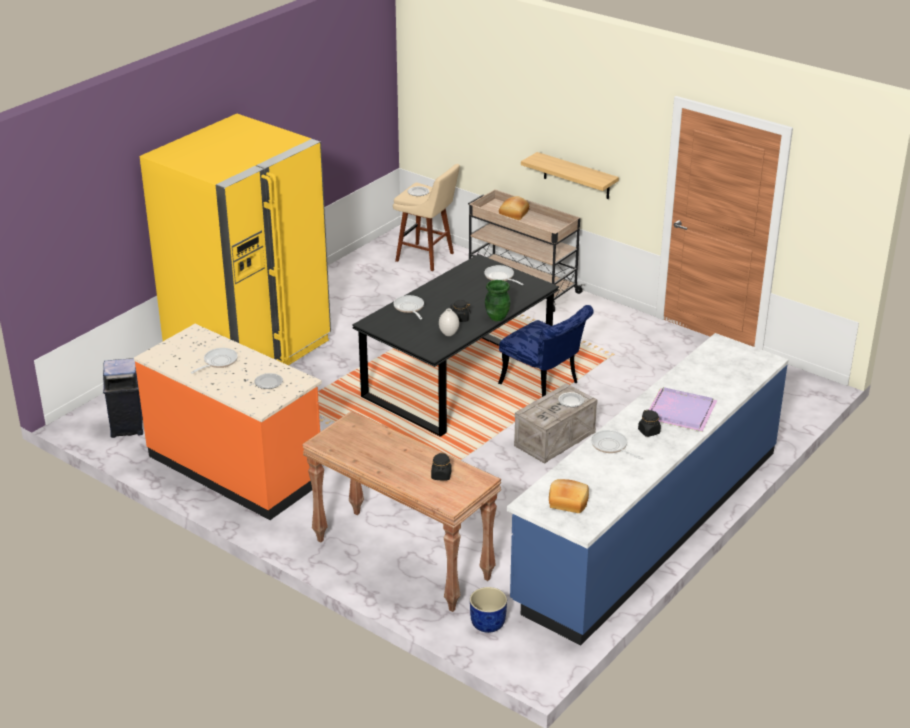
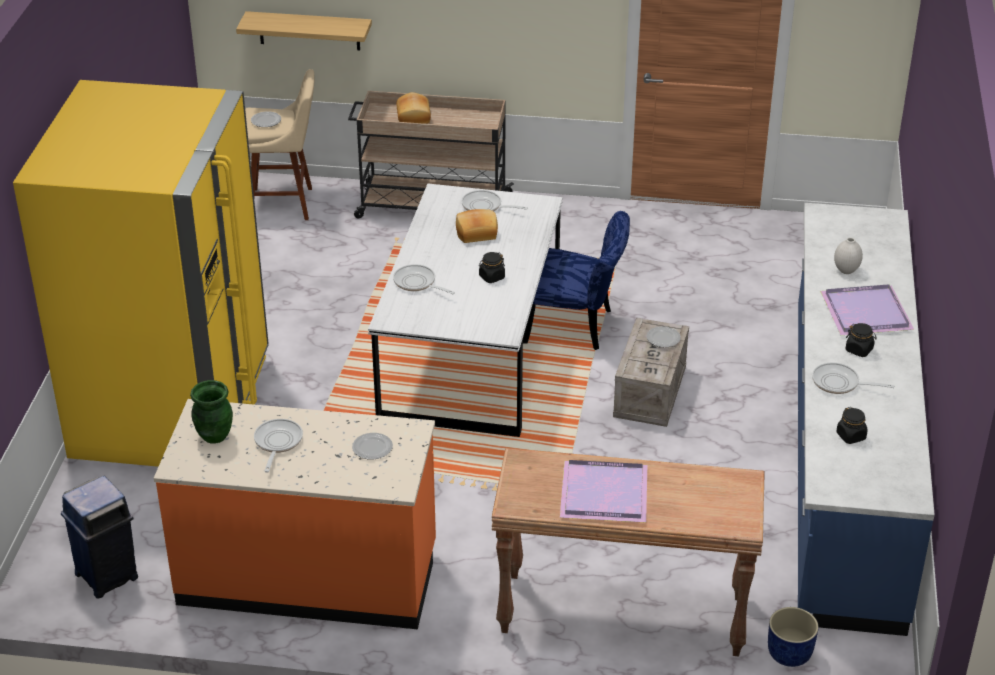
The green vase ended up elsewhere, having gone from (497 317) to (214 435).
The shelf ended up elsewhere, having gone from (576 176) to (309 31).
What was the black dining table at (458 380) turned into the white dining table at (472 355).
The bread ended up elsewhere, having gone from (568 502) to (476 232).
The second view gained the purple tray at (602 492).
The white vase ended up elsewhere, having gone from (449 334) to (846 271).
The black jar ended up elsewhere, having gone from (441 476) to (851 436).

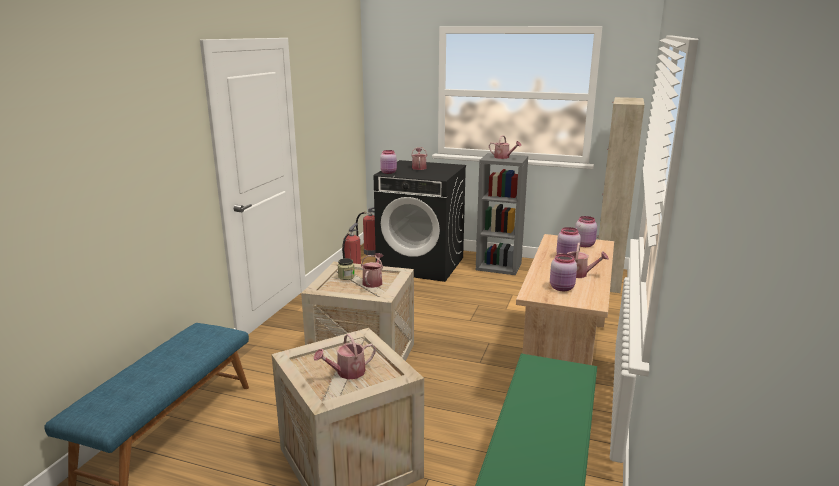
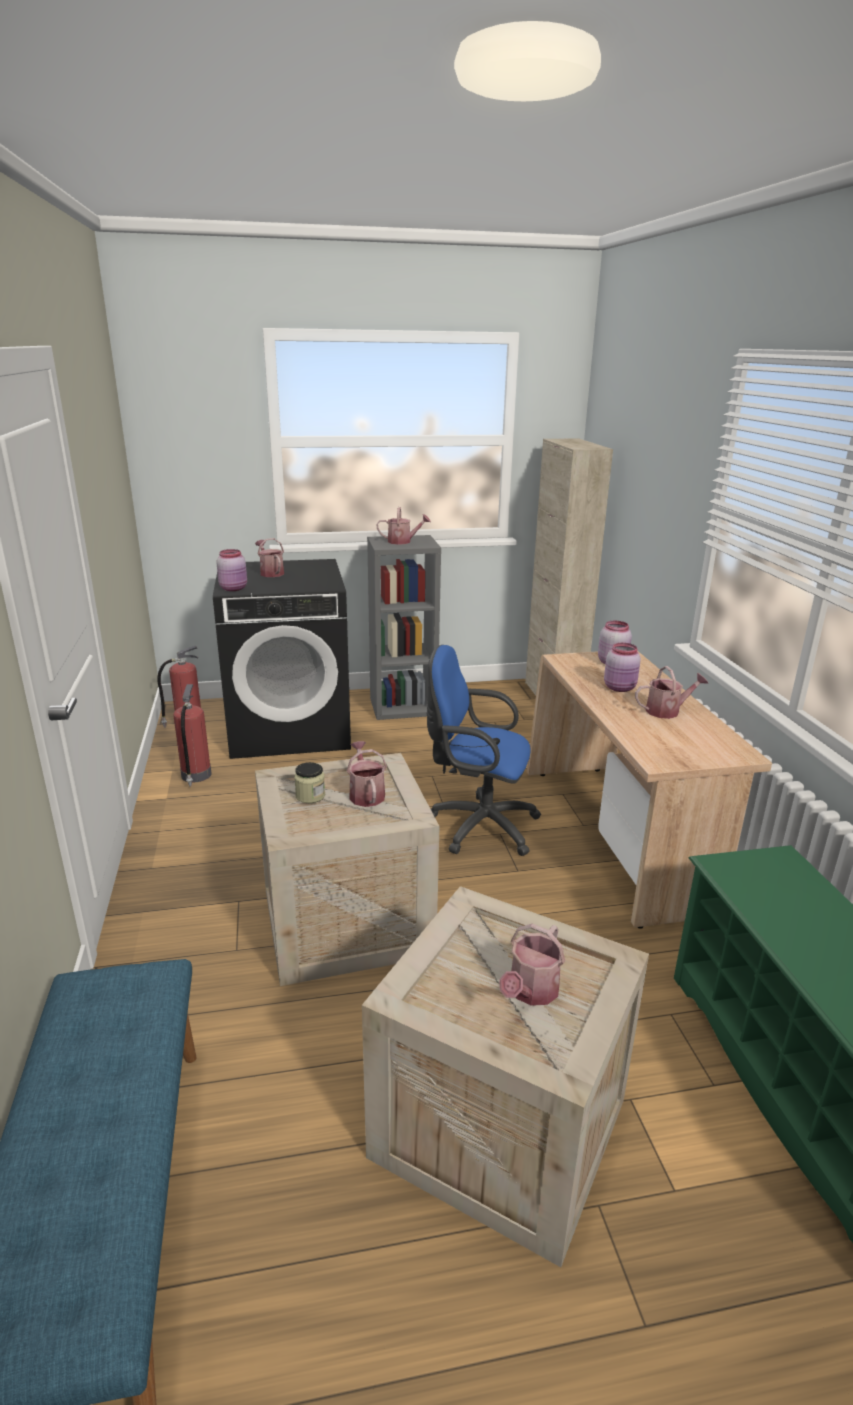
The second view gained the blue office chair at (477 825).
The second view lost the pink jar at (562 288).

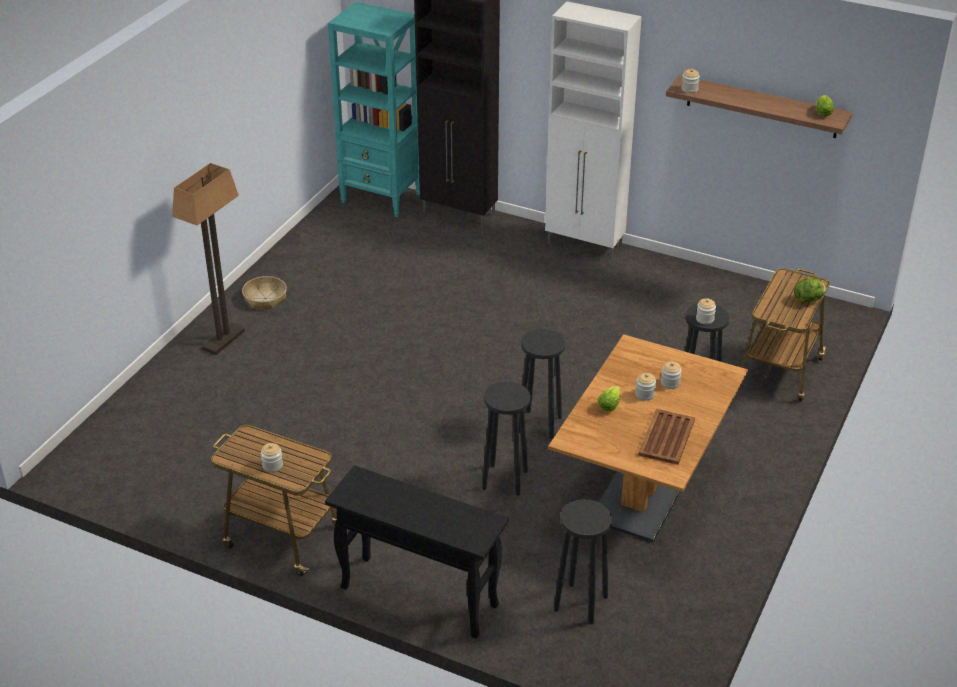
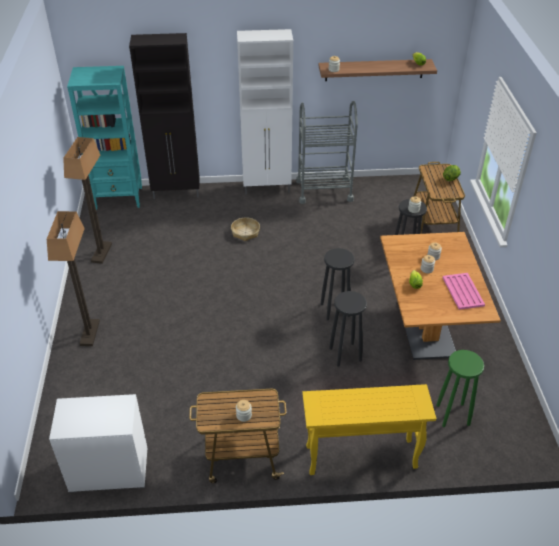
The second view gained the white dresser at (108 470).
The second view gained the floor lamp at (101 253).
The basket ended up elsewhere, having gone from (265 298) to (245 232).
The second view gained the grey cart at (324 190).
What was the black console table at (417 597) turned into the yellow console table at (360 457).
What was the black stool at (580 603) turned into the green stool at (452 414).
What was the brown tray at (666 438) turned into the pink tray at (463 292).

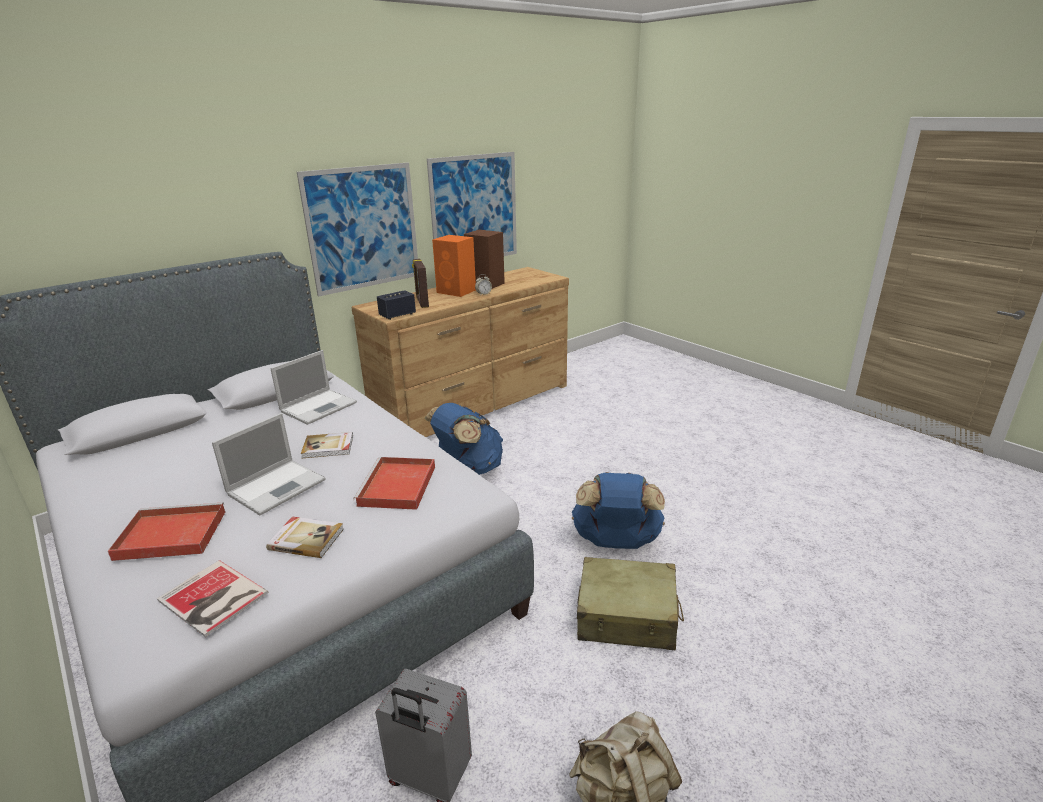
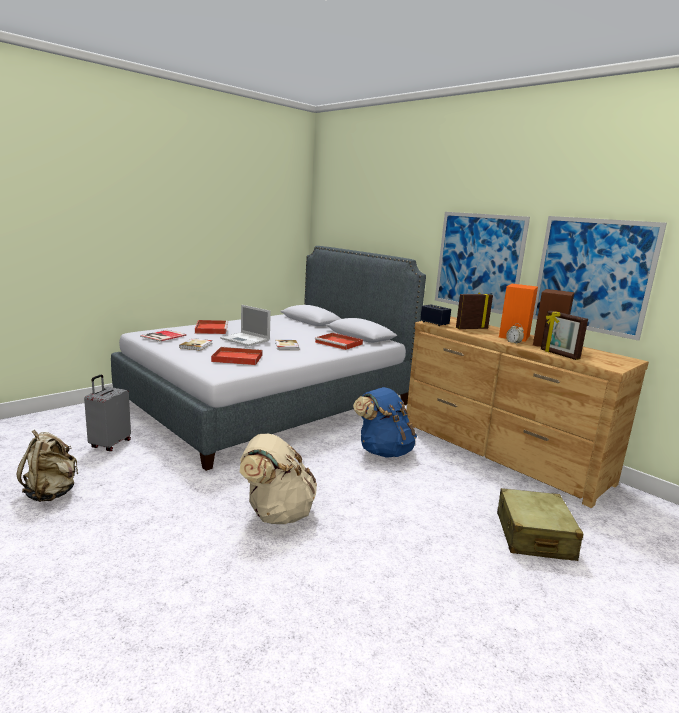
What was the blue backpack at (616 542) turned into the beige backpack at (277 513).
Where the laptop stood at (319 406), the red tray came to stand at (339 343).
The beige suitcase ended up elsewhere, having gone from (627 616) to (534 536).
The second view gained the picture frame at (559 354).

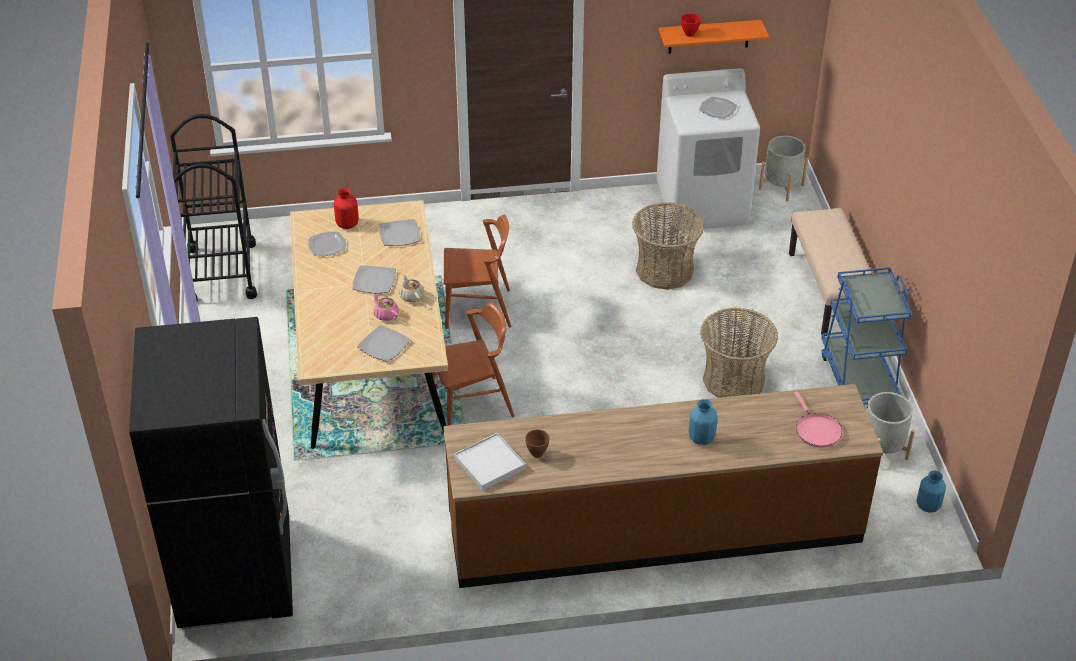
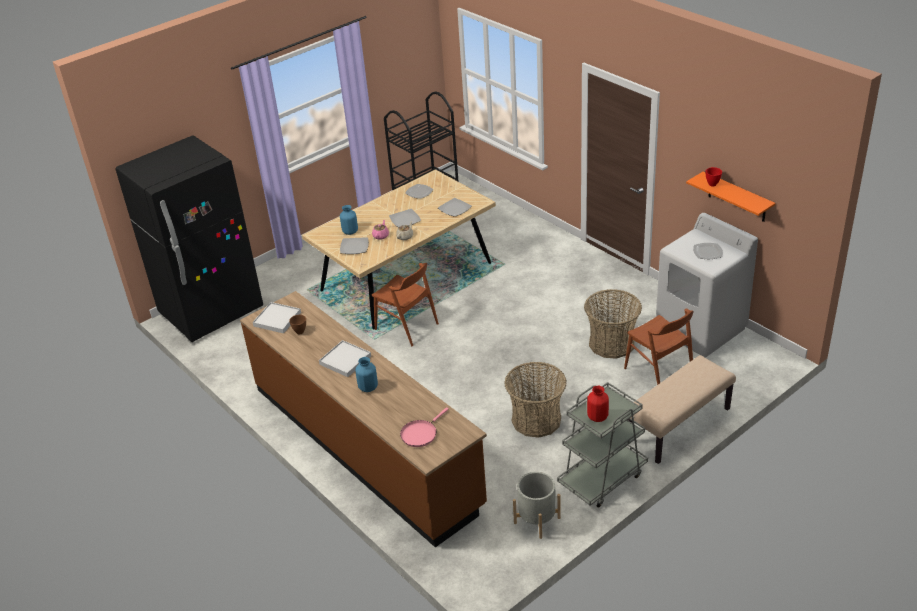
The second view gained the white tray at (345 360).
The blue vase ended up elsewhere, having gone from (928 506) to (350 232).
What was the blue cart at (858 377) turned into the grey cart at (602 478).
The red vase ended up elsewhere, having gone from (347 224) to (597 417).
The brown chair ended up elsewhere, having gone from (478 309) to (659 372).
The second view lost the grey planter at (781 187).

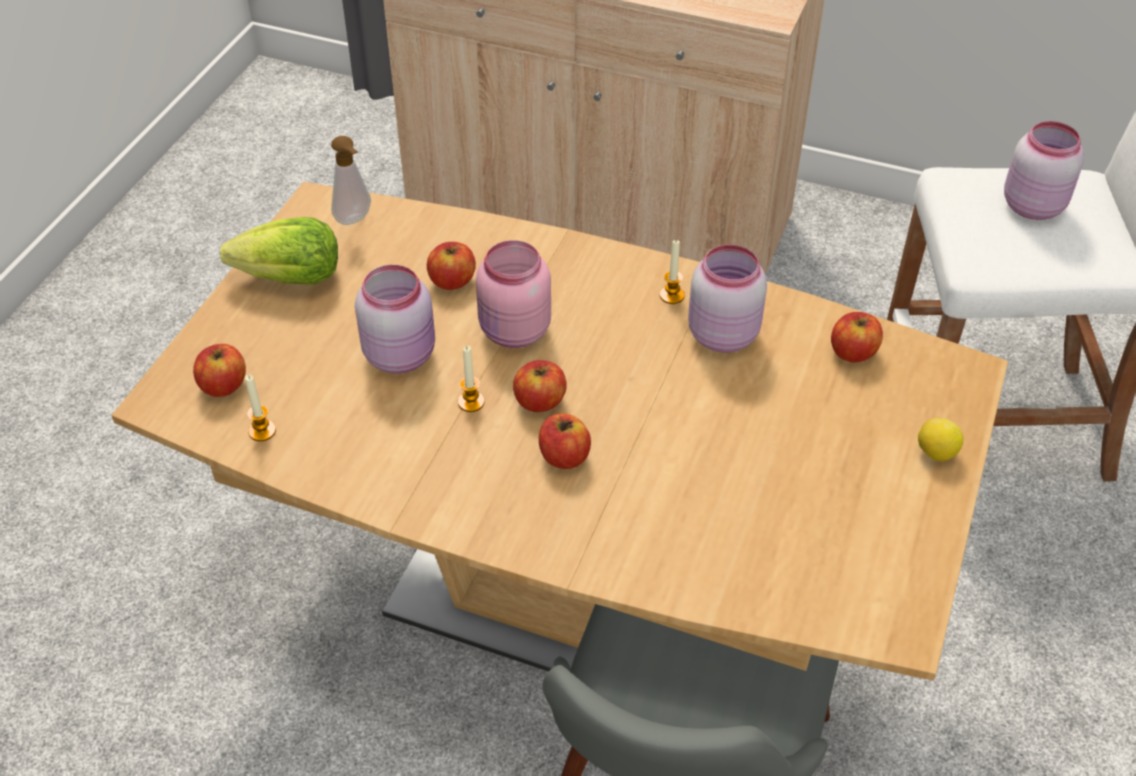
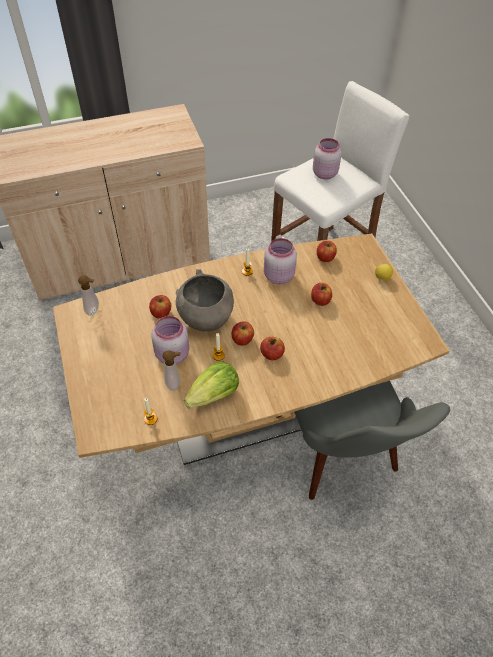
The second view gained the soap dispenser at (175 384).
Where the pink jar stood at (514 332), the grey bowl came to stand at (205 319).
The lettuce ended up elsewhere, having gone from (291 278) to (214 395).
The apple ended up elsewhere, having gone from (223 385) to (320 300).

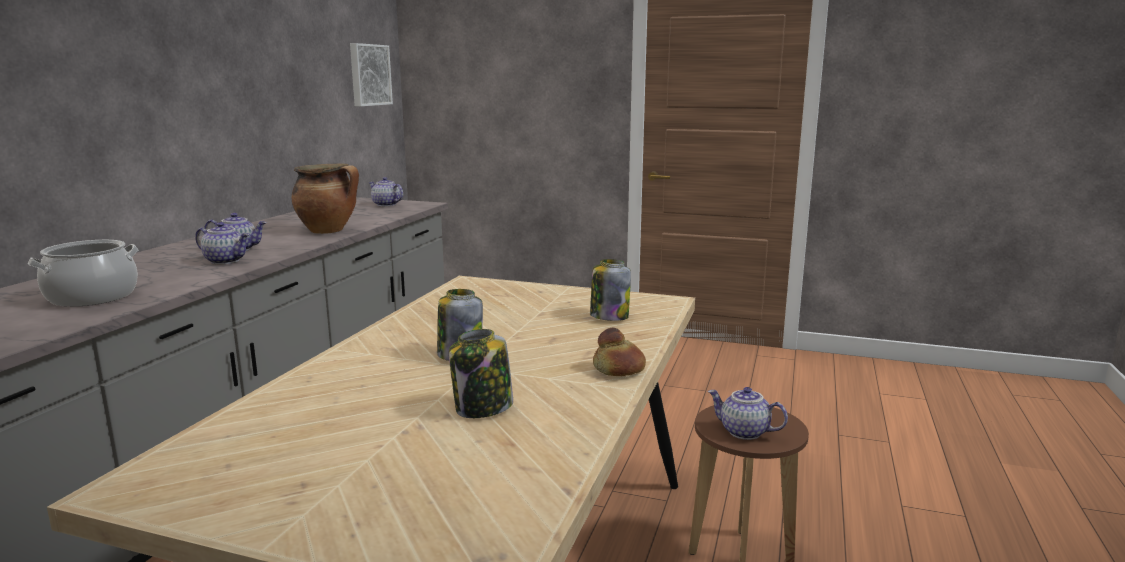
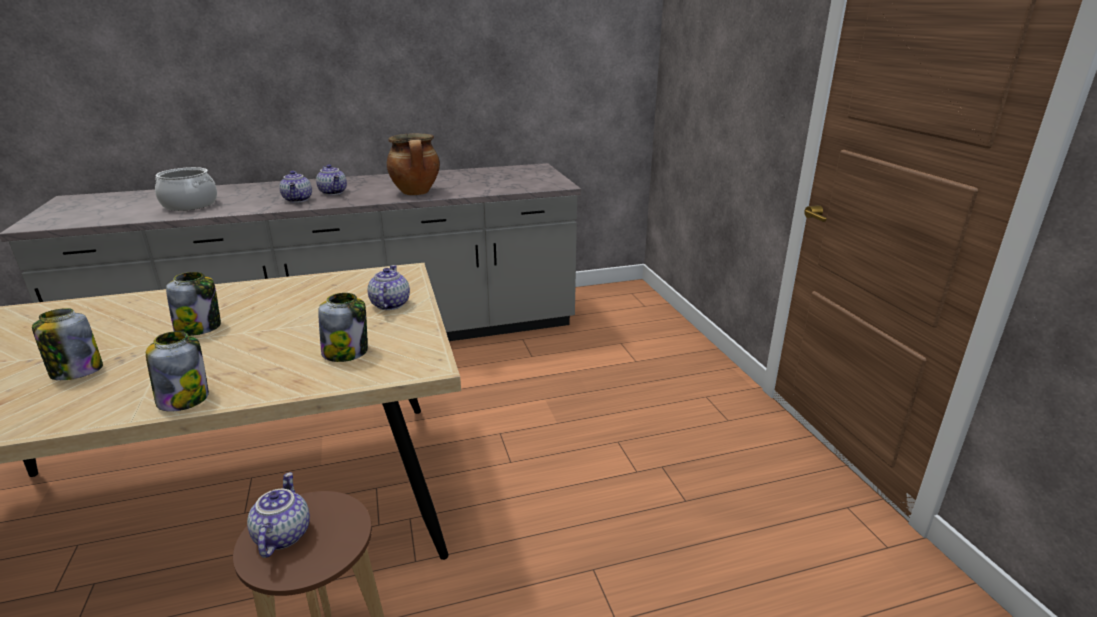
Where the bread stood at (618 369), the jar came to stand at (184 399).
The teapot ended up elsewhere, having gone from (386 204) to (389 304).
The second view lost the picture at (369 75).

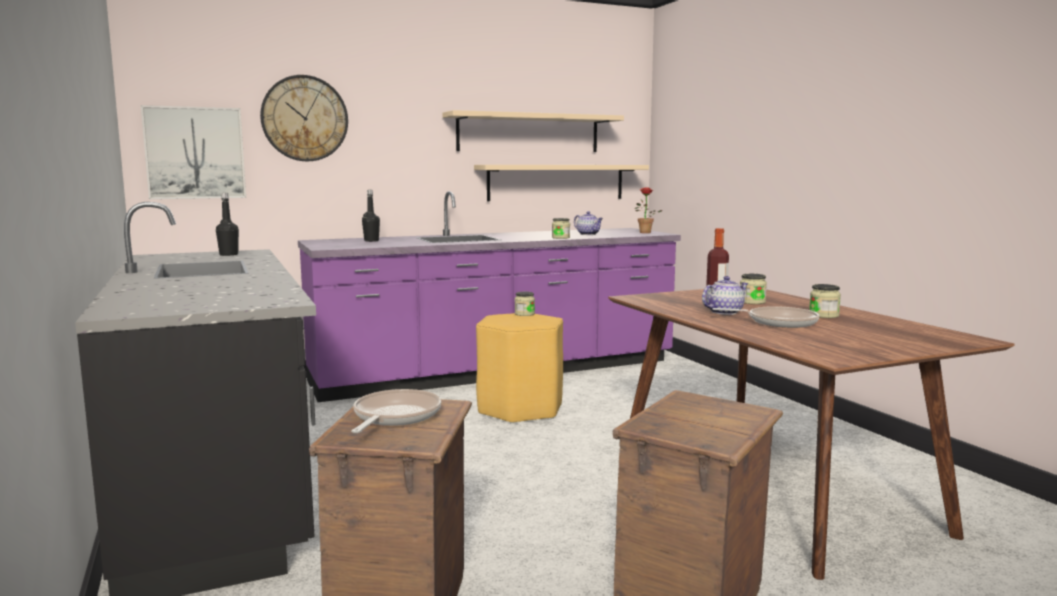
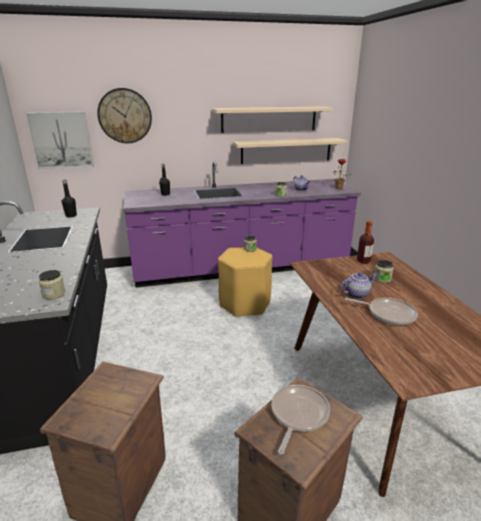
The jar ended up elsewhere, having gone from (823 315) to (54 294).
The frying pan ended up elsewhere, having gone from (394 417) to (298 415).

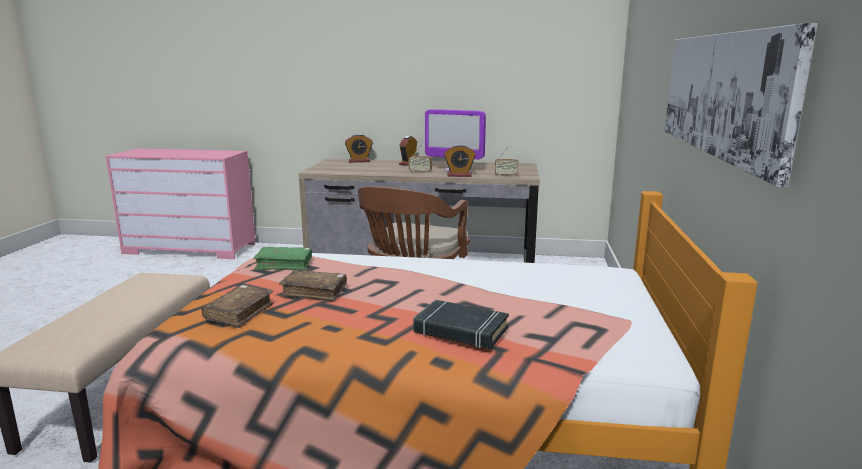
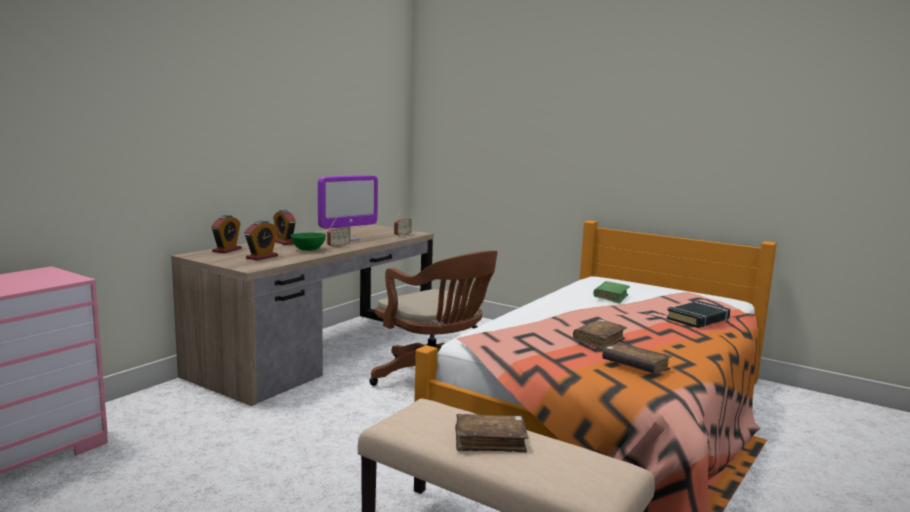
The alarm clock ended up elsewhere, having gone from (459 175) to (262 257).
The second view gained the green bowl at (309 250).
The second view gained the brown book at (490 441).
The green book ended up elsewhere, having gone from (284 265) to (611 297).
The second view lost the picture at (721 94).

